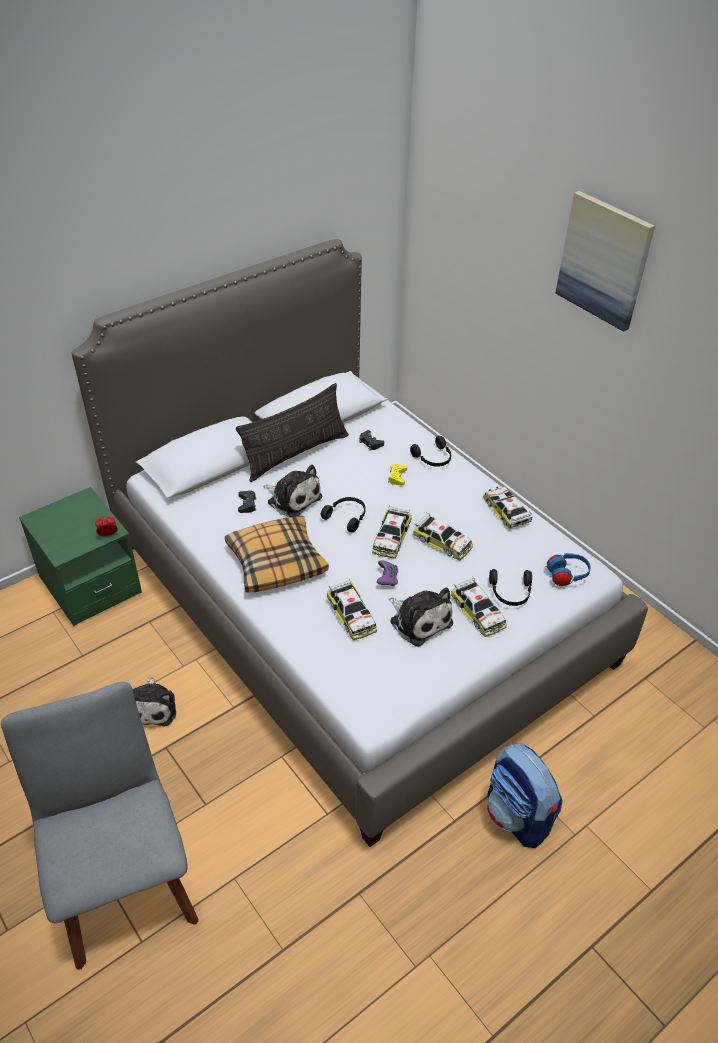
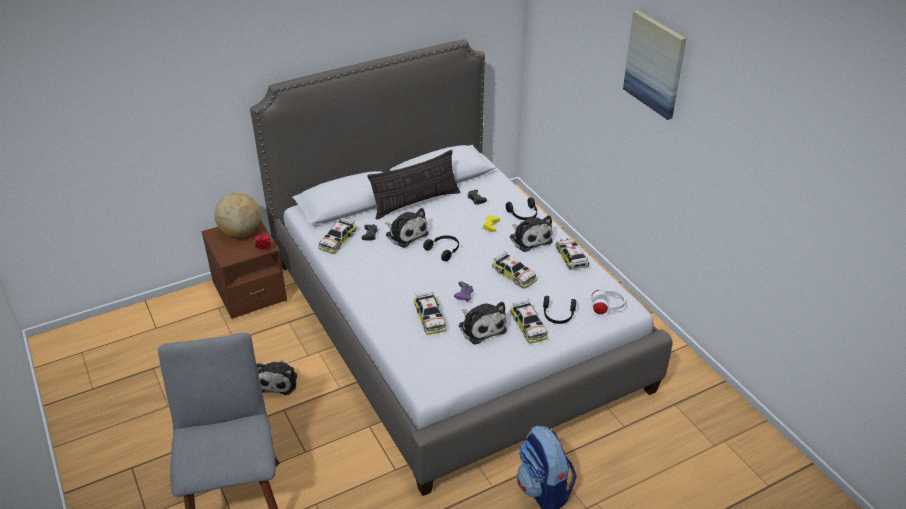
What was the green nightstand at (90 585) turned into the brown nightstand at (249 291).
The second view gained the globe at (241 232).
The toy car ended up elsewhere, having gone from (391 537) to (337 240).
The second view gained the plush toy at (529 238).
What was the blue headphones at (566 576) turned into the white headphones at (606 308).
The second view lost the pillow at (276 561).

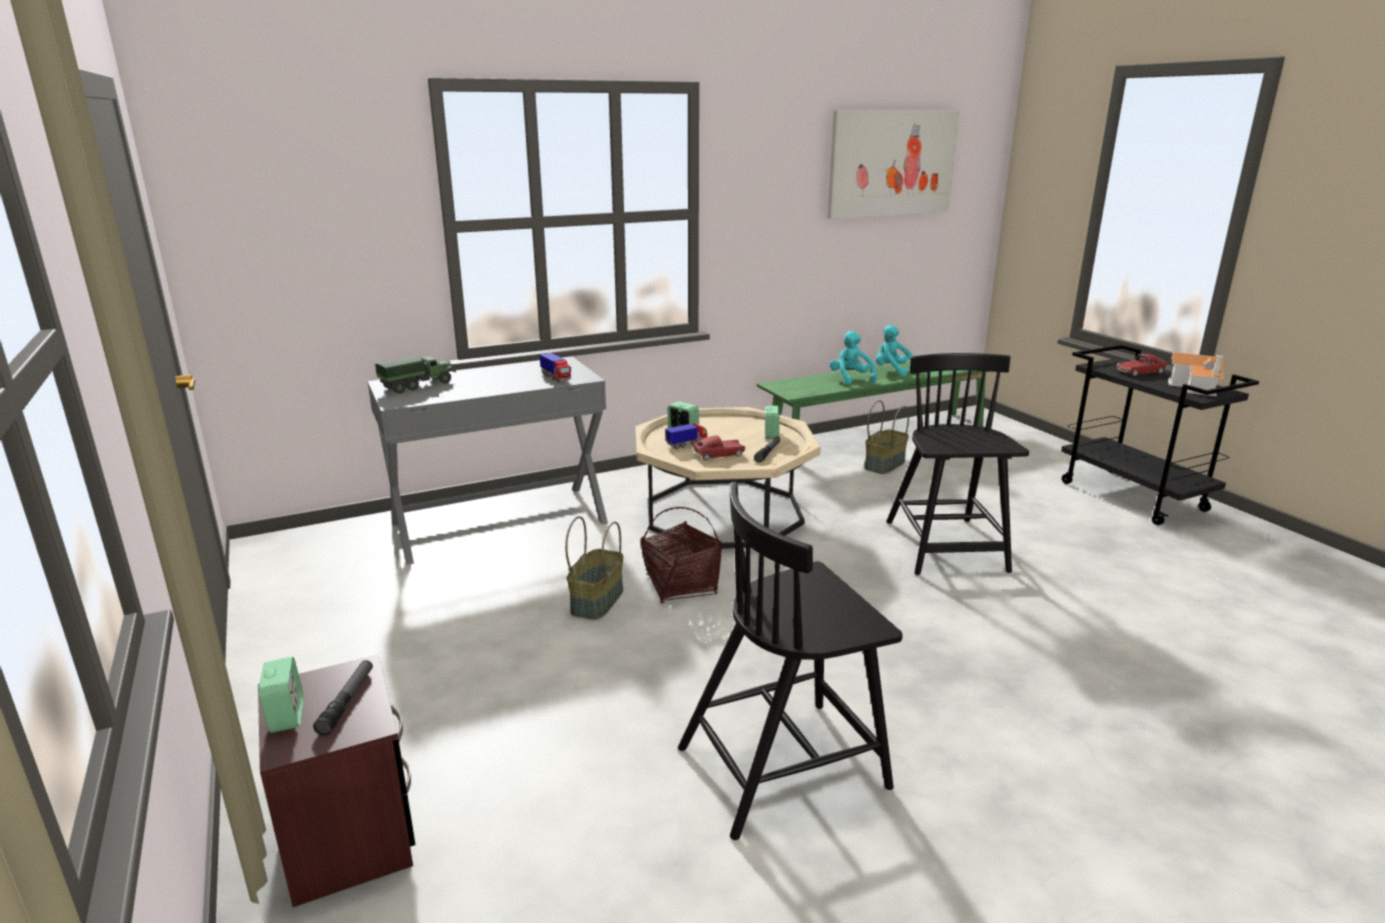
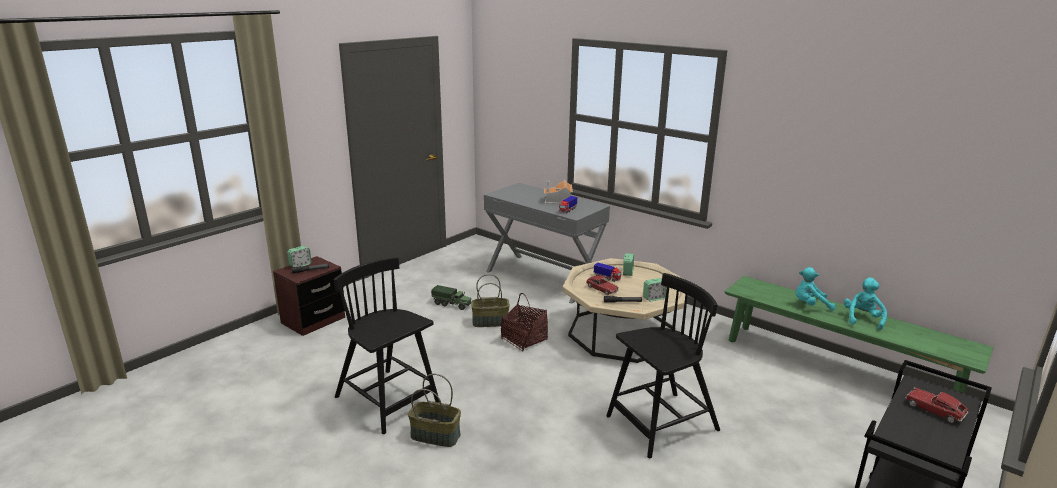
The basket ended up elsewhere, having gone from (884 464) to (436 435).
The toy truck ended up elsewhere, having gone from (418 385) to (452 304).
The toy house ended up elsewhere, having gone from (1196 387) to (558 200).
The turquoise plush toy at (851 379) ended up facing another way, 135 degrees counterclockwise from before.
The second view lost the picture at (892 163).

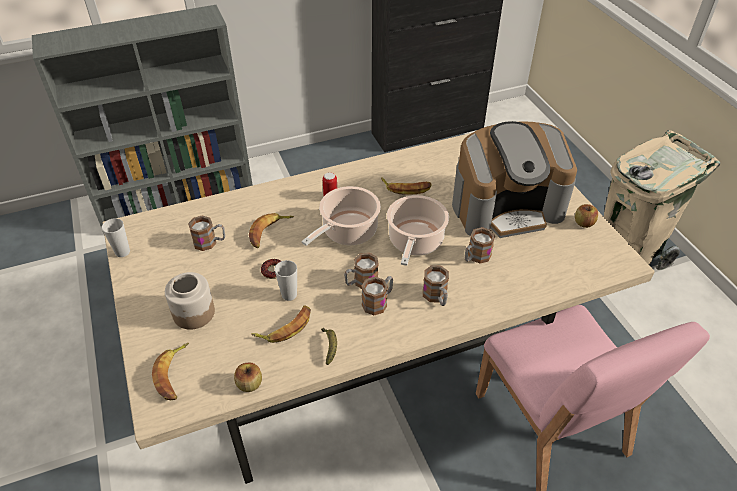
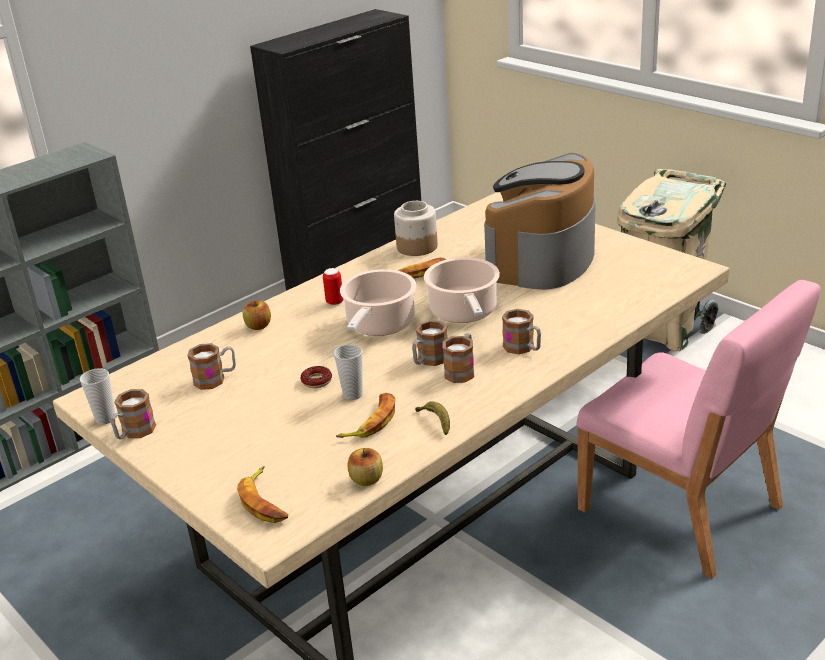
The mug ended up elsewhere, having gone from (475 257) to (134 433).
The apple ended up elsewhere, having gone from (584 223) to (258 326).
The jar ended up elsewhere, having gone from (193 313) to (416 247).
The coffee machine at (507 207) ended up facing another way, 150 degrees clockwise from before.
The second view lost the banana at (269 232).

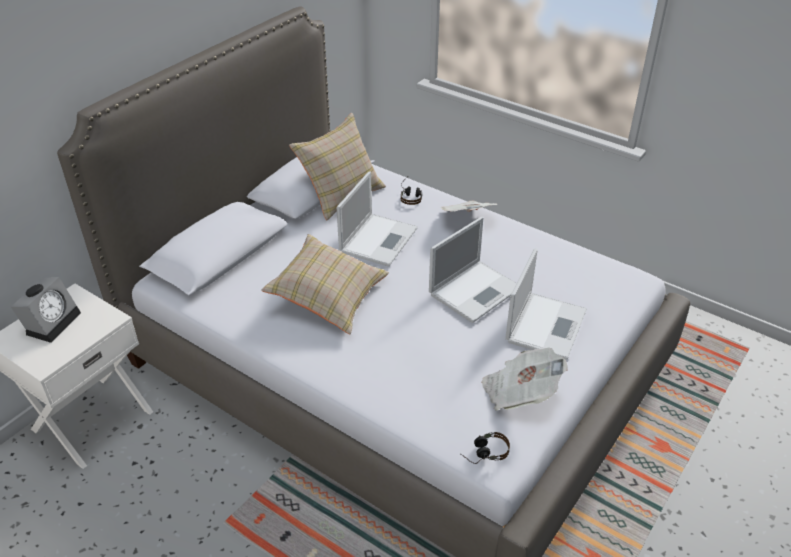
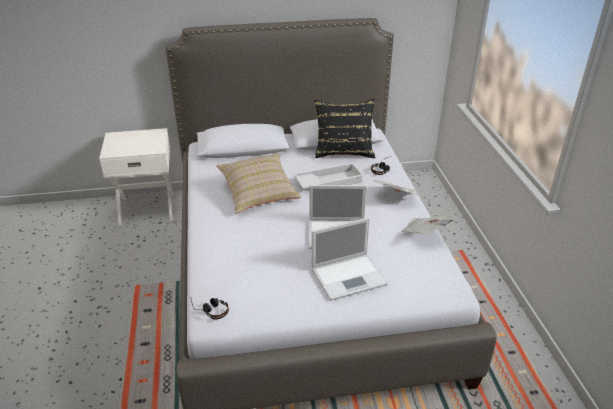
Where the laptop stood at (379 239), the white tray came to stand at (328 181).
What was the beige pillow at (341 195) turned into the black pillow at (344 150).
The newspaper ended up elsewhere, having gone from (520 392) to (426 234).
The second view lost the alarm clock at (52 322).

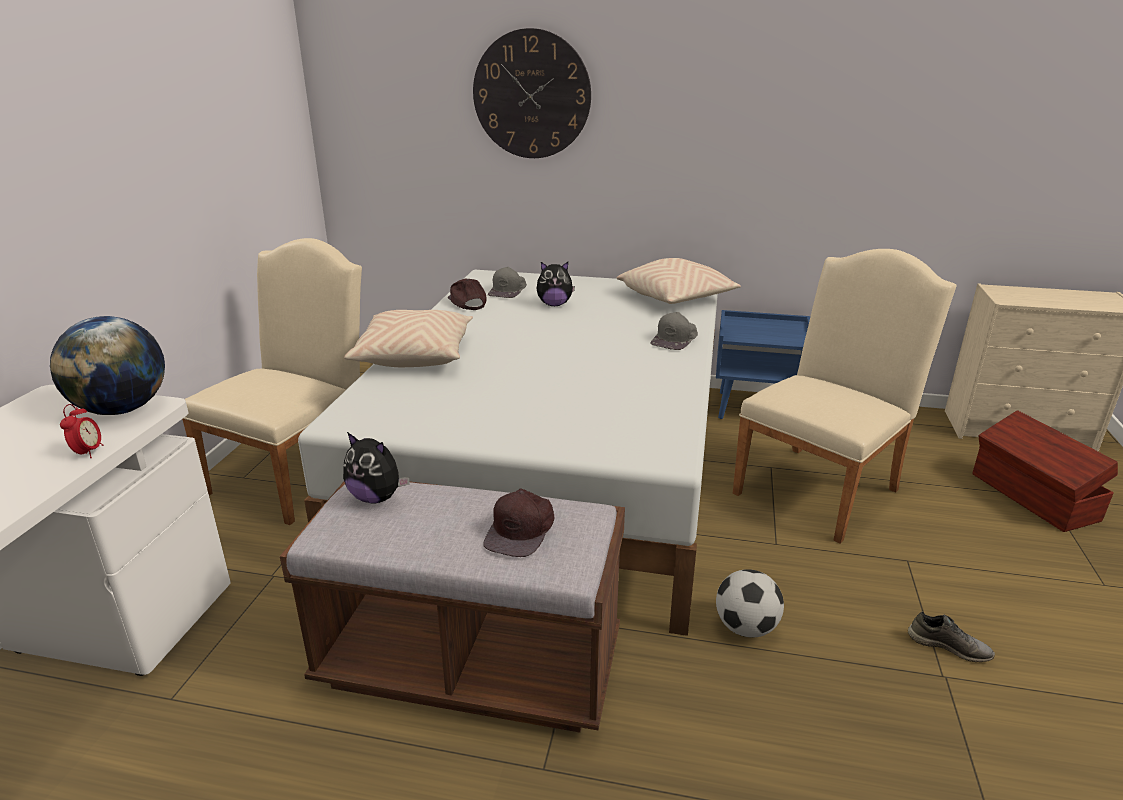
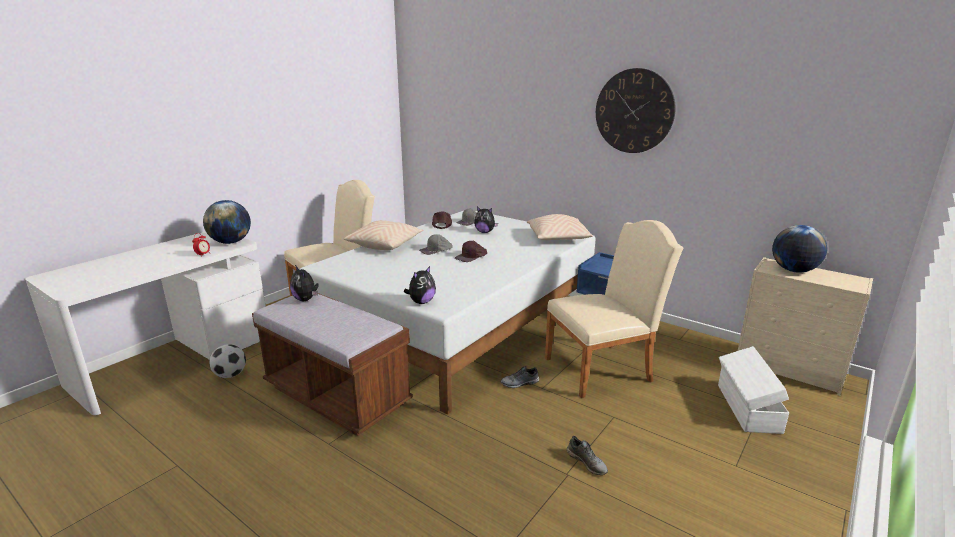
The football ended up elsewhere, having gone from (746 628) to (230 375).
The second view gained the plush toy at (421 302).
The grey cap ended up elsewhere, having gone from (675 339) to (436 250).
The brown cap ended up elsewhere, having gone from (521 530) to (471 256).
The second view gained the grey shoe at (520 383).
The wall clock ended up elsewhere, having gone from (531 95) to (634 111).
What was the brown storage box at (1033 497) turned into the white storage box at (747 408).
The second view gained the globe at (794 270).

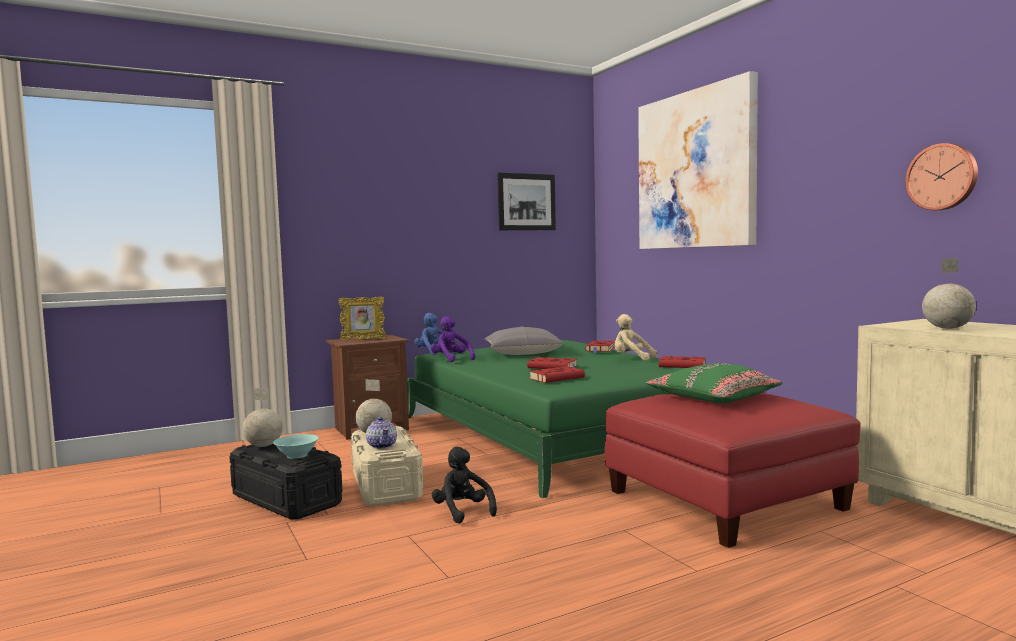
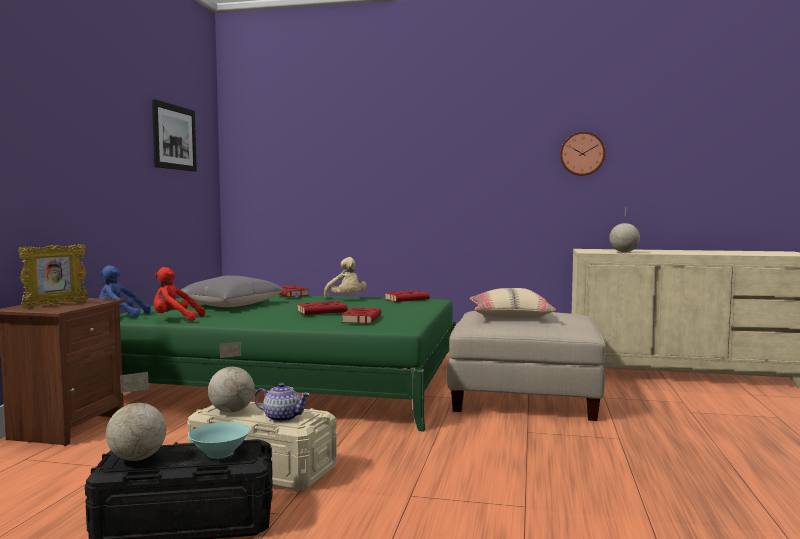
What was the purple plush toy at (451 360) turned into the red plush toy at (175 319).
The beige plush toy at (631 359) ended up facing another way, 105 degrees counterclockwise from before.
What was the red ottoman at (725 499) turned into the beige ottoman at (524 395).
What was the green pillow at (713 397) turned into the beige pillow at (510 316).
The second view lost the black plush toy at (462 512).
The second view lost the picture at (696 170).

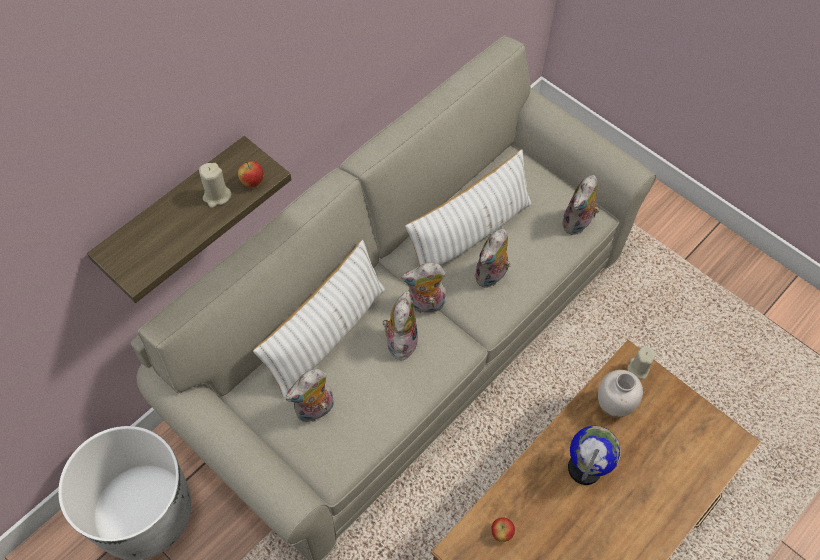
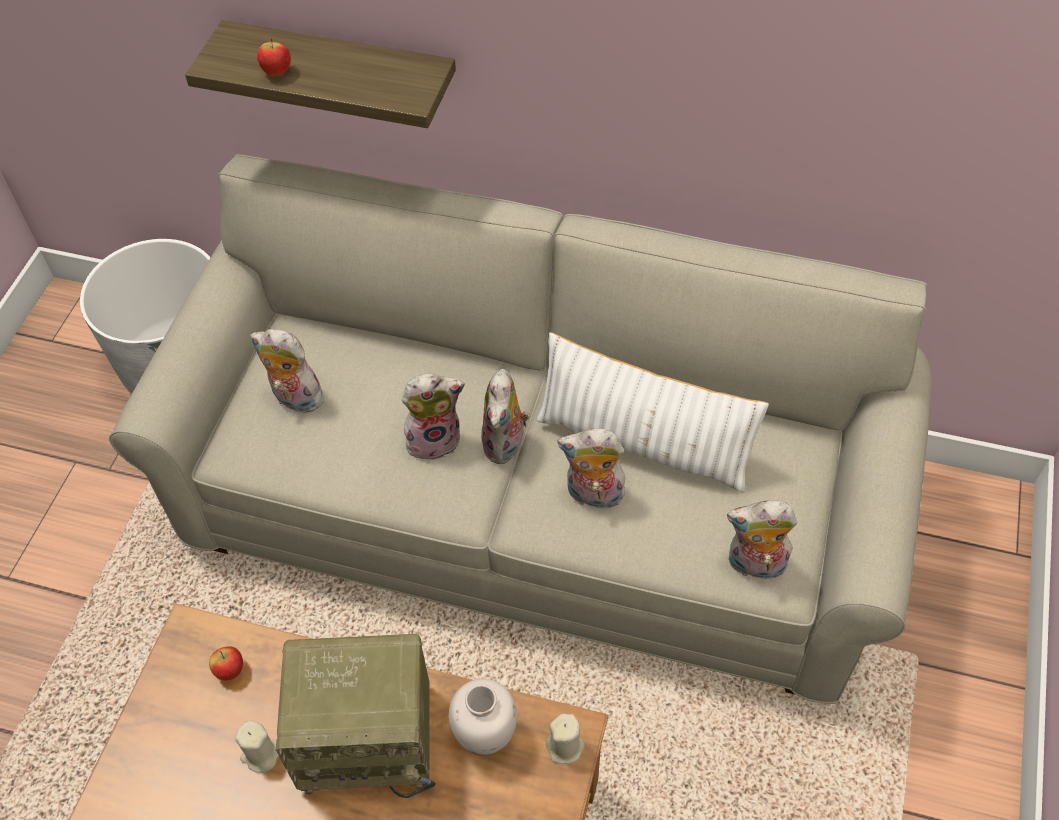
The beige candle ended up elsewhere, having gone from (216 196) to (261 755).
The apple ended up elsewhere, having gone from (252 182) to (277 72).
Where the globe stood at (585 468), the radio came to stand at (369 736).
The plush toy at (425 305) ended up facing another way, 135 degrees counterclockwise from before.
The second view lost the white pillow at (326 335).

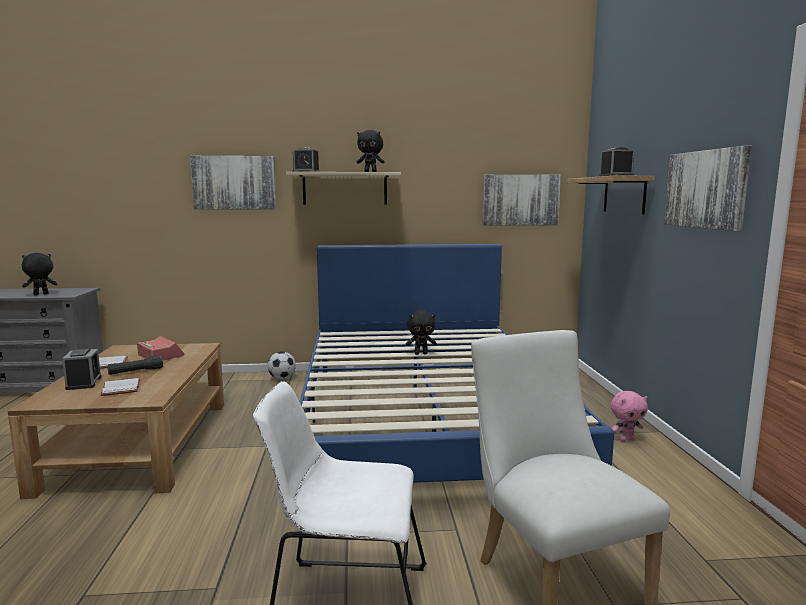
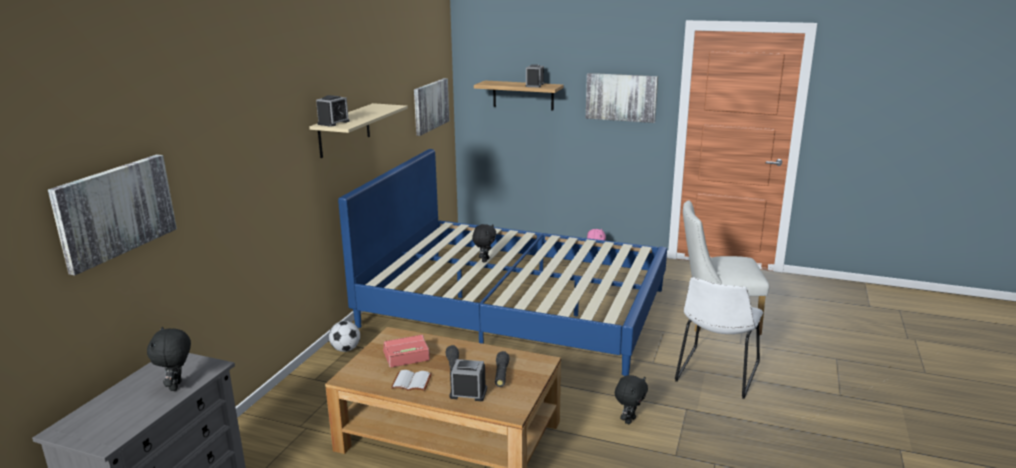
The picture ended up elsewhere, having gone from (234 182) to (115 210).
Where the white book stood at (120 388), the black flashlight came to stand at (501 375).
The black plush toy ended up elsewhere, having gone from (370 172) to (629 420).

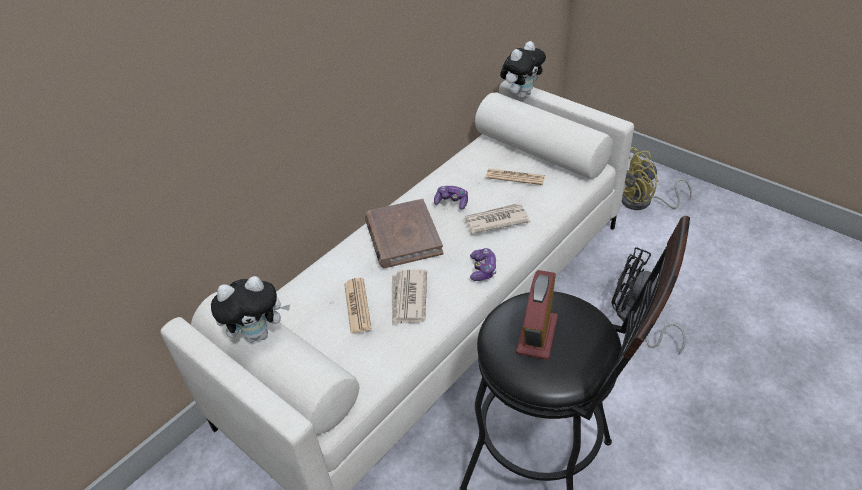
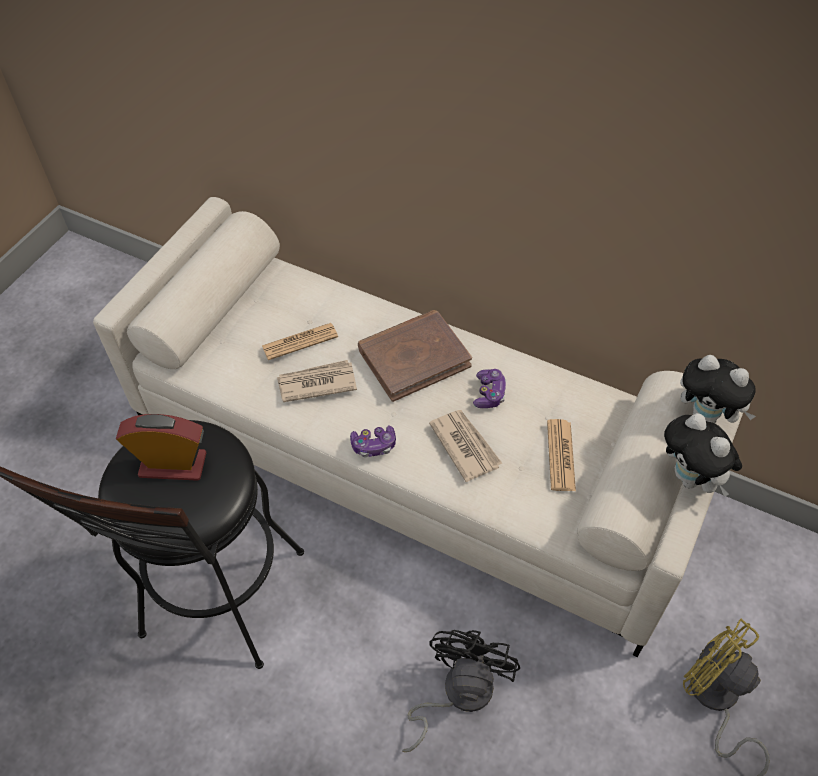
The plush toy ended up elsewhere, having gone from (259 333) to (691 479).

